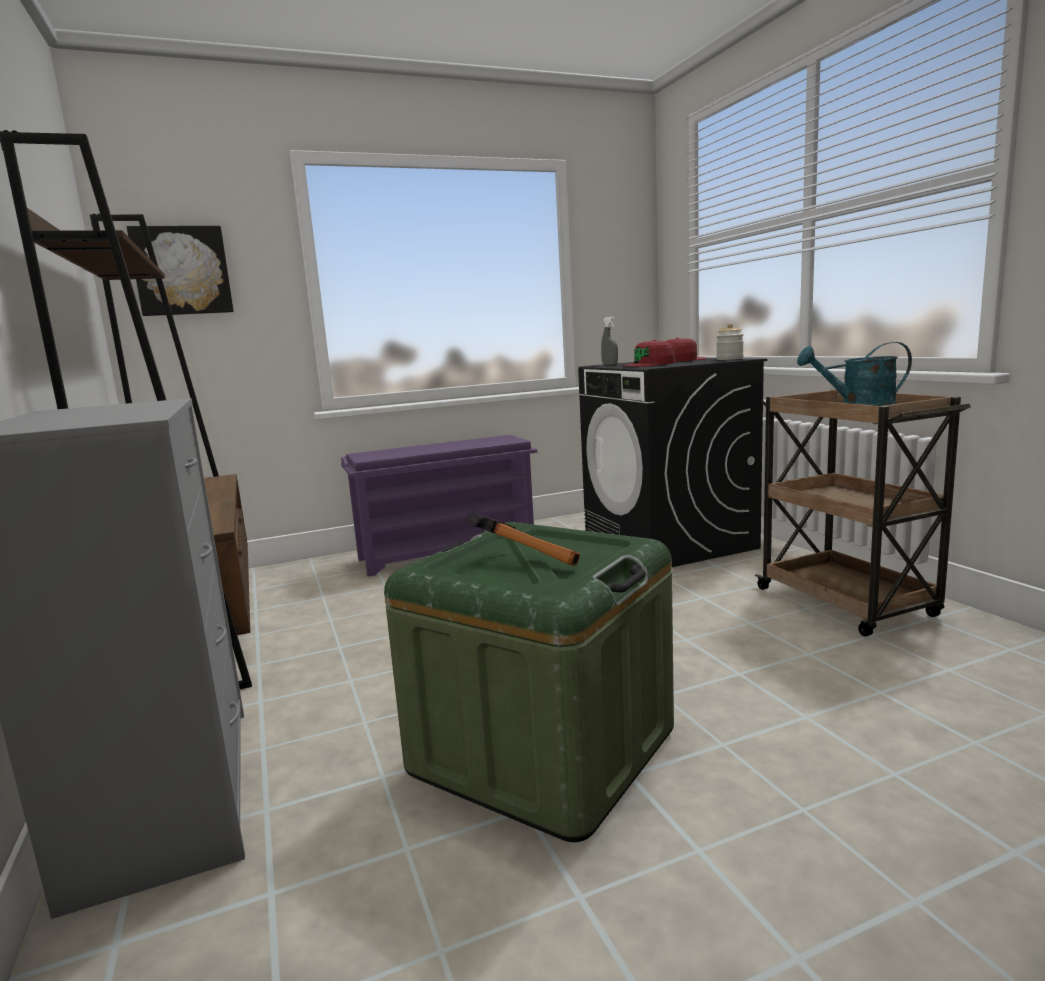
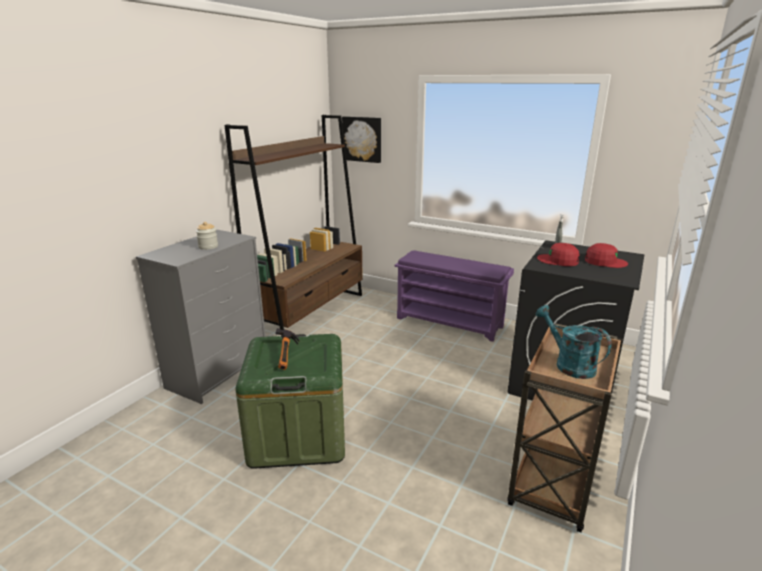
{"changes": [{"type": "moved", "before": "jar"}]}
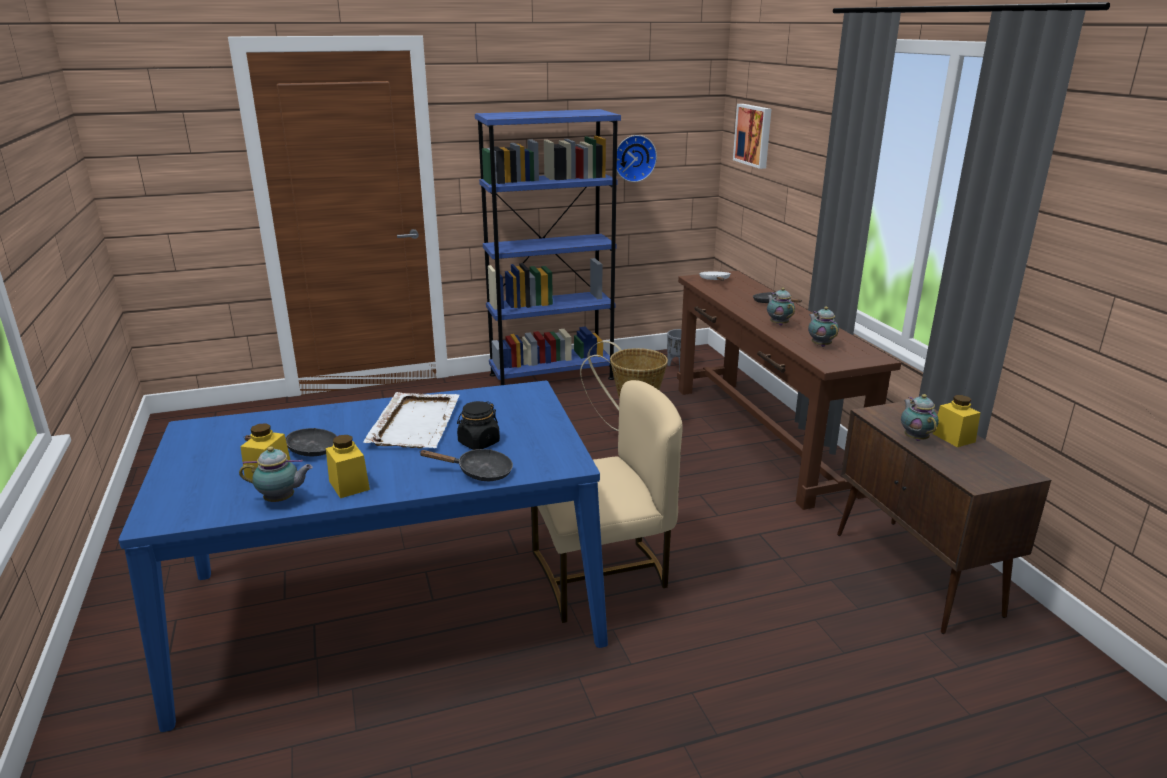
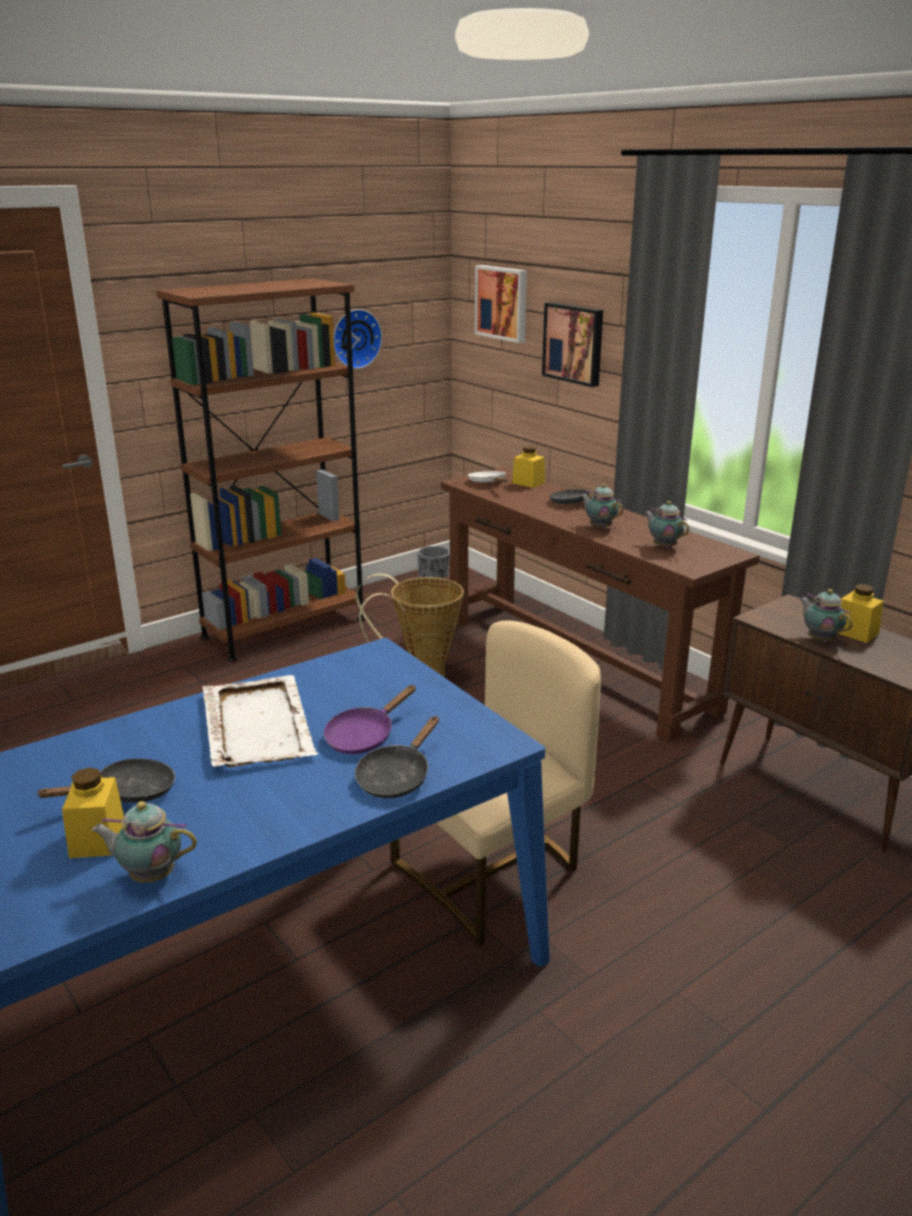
{"changes": [{"type": "recoloured", "before": "blue bookcase", "after": "brown bookcase"}, {"type": "replaced", "before": "black jar", "after": "purple frying pan"}, {"type": "moved", "before": "yellow jar (2nd from left)"}, {"type": "turned", "before": "teapot (1st from left)", "turn": -150}, {"type": "turned", "before": "black frying pan (2nd from left)", "turn": 135}, {"type": "added", "after": "picture (2nd from left)"}]}
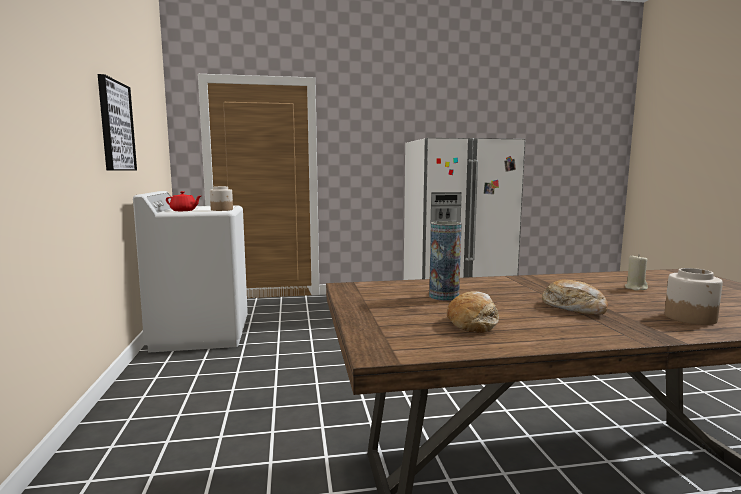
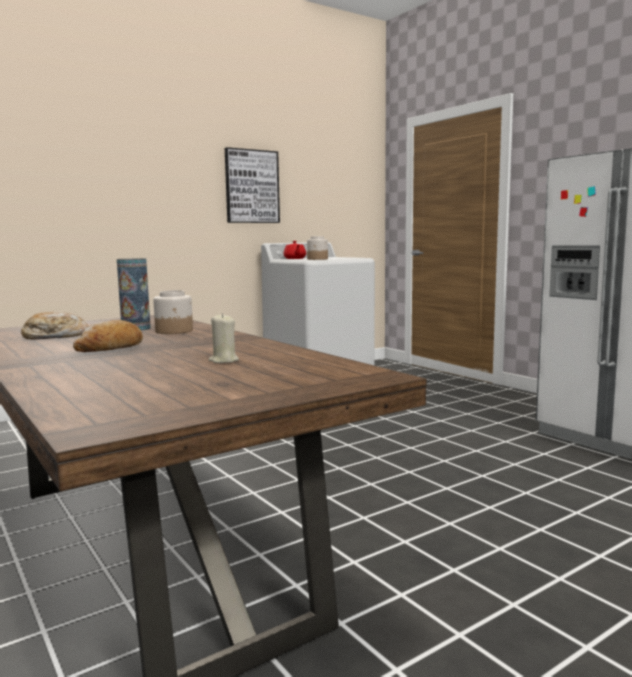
{"changes": [{"type": "moved", "before": "jar (2nd from left in the first image)", "after": "jar (1st from left)"}]}
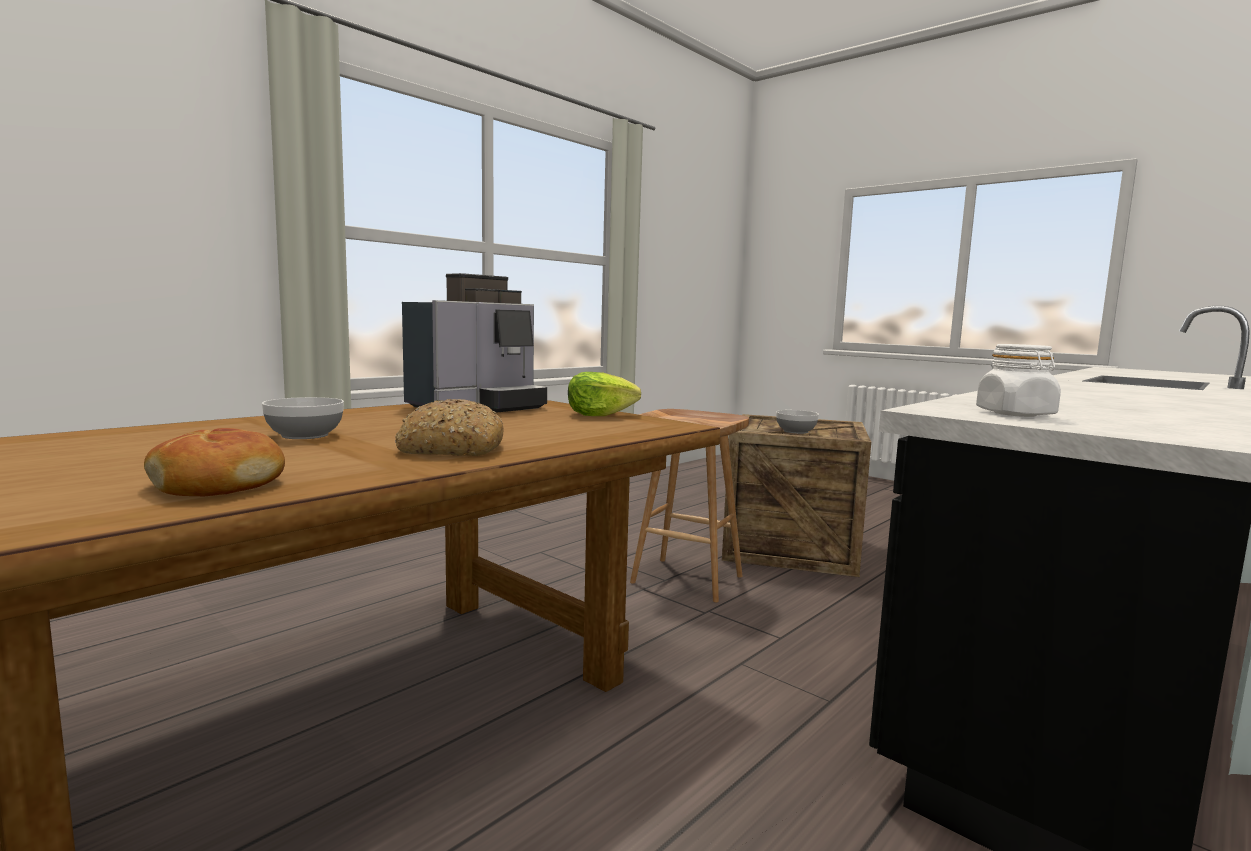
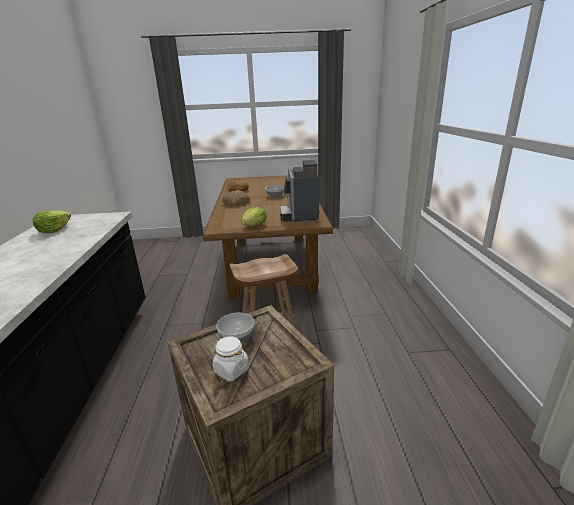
{"changes": [{"type": "moved", "before": "white jar"}, {"type": "added", "after": "lettuce (1st from left)"}]}
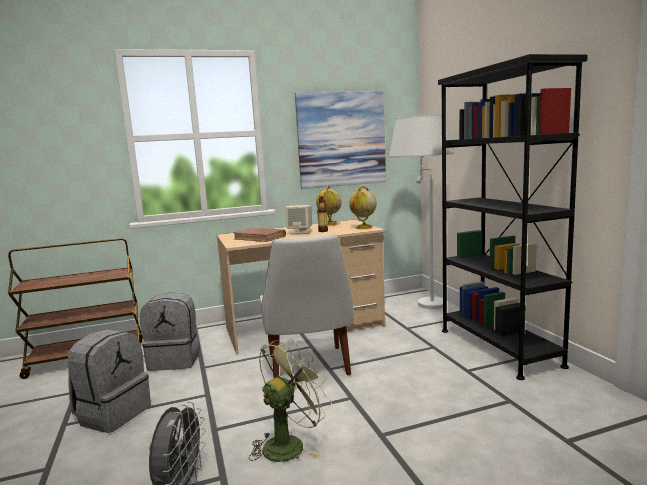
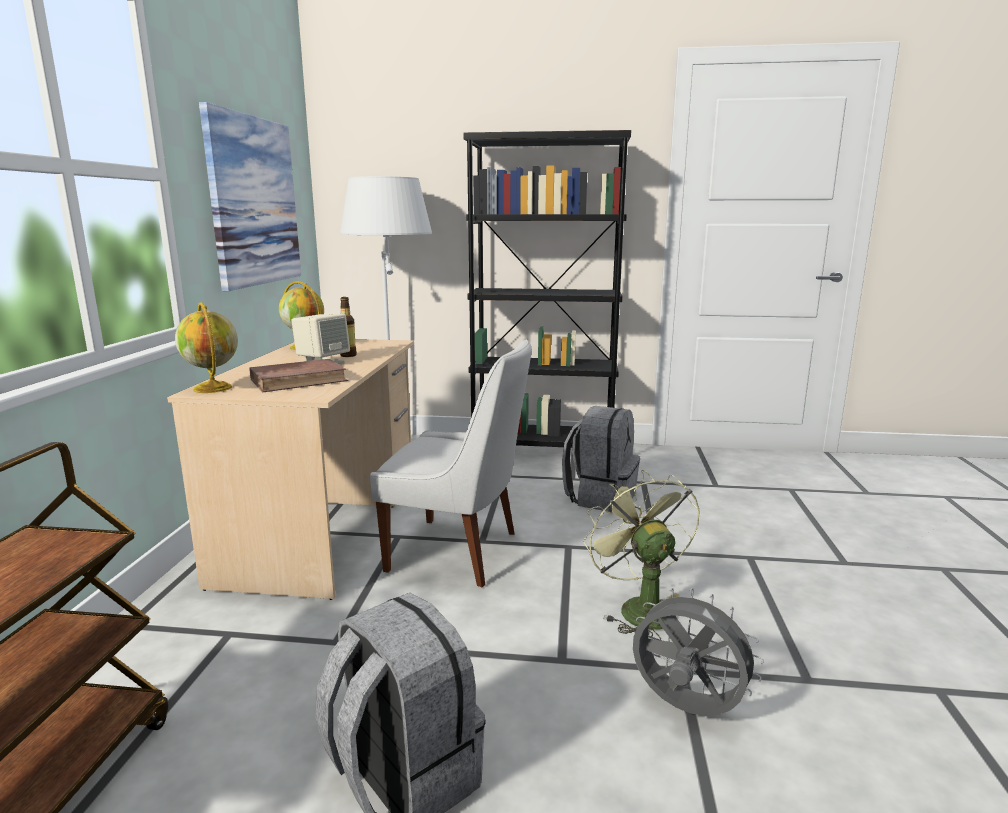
{"changes": [{"type": "moved", "before": "globe (2nd from left in the first image)", "after": "globe (1st from left)"}, {"type": "moved", "before": "grey backpack (2nd from left)"}]}
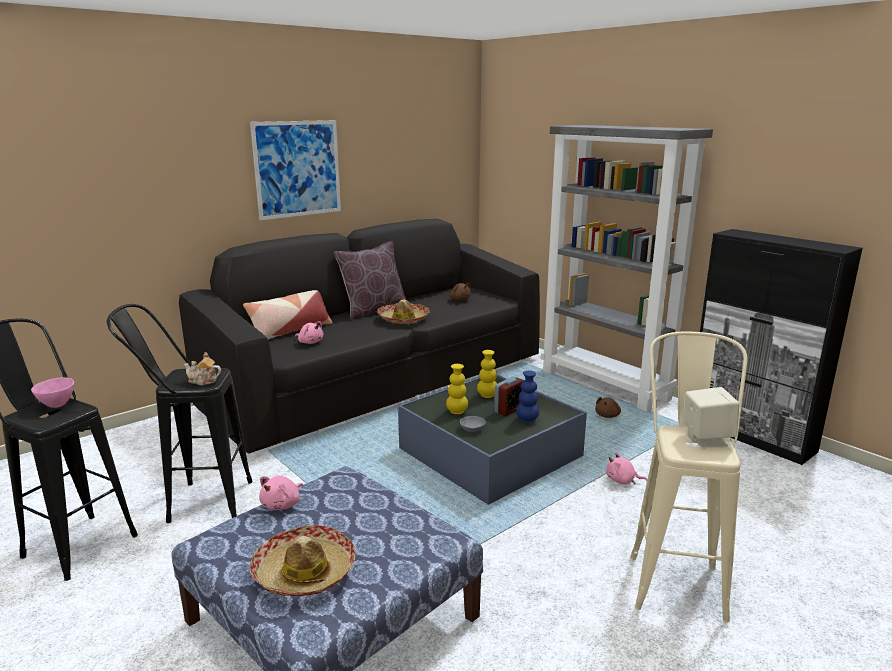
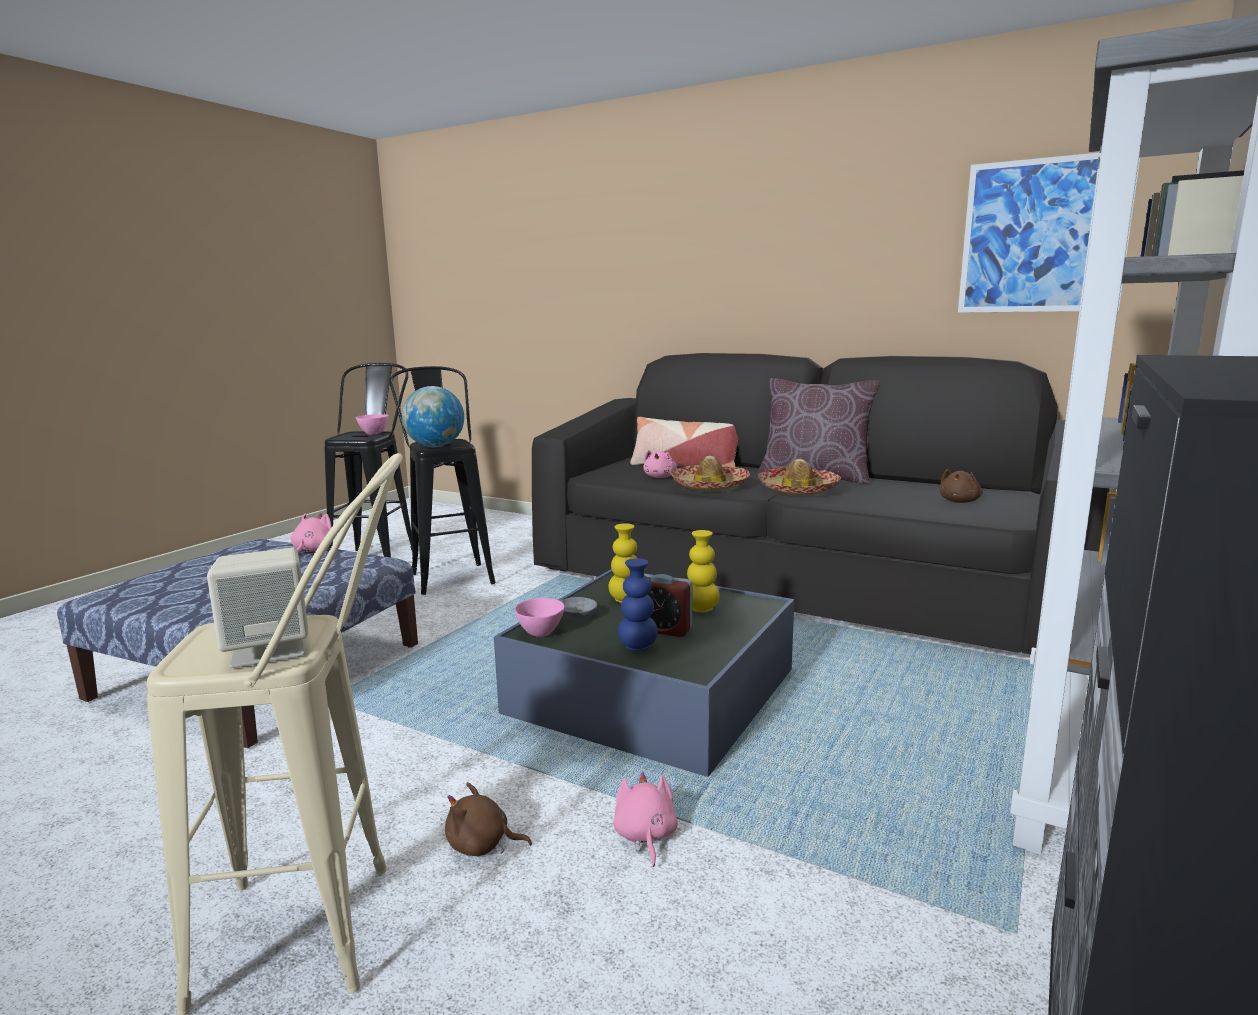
{"changes": [{"type": "moved", "before": "picture"}, {"type": "replaced", "before": "teapot", "after": "globe"}, {"type": "moved", "before": "brown plush toy (2nd from left in the first image)", "after": "brown plush toy (1st from left)"}, {"type": "turned", "before": "pink plush toy (1st from left)", "turn": 90}, {"type": "moved", "before": "hat (1st from left)"}, {"type": "added", "after": "pink bowl (2nd from left)"}]}
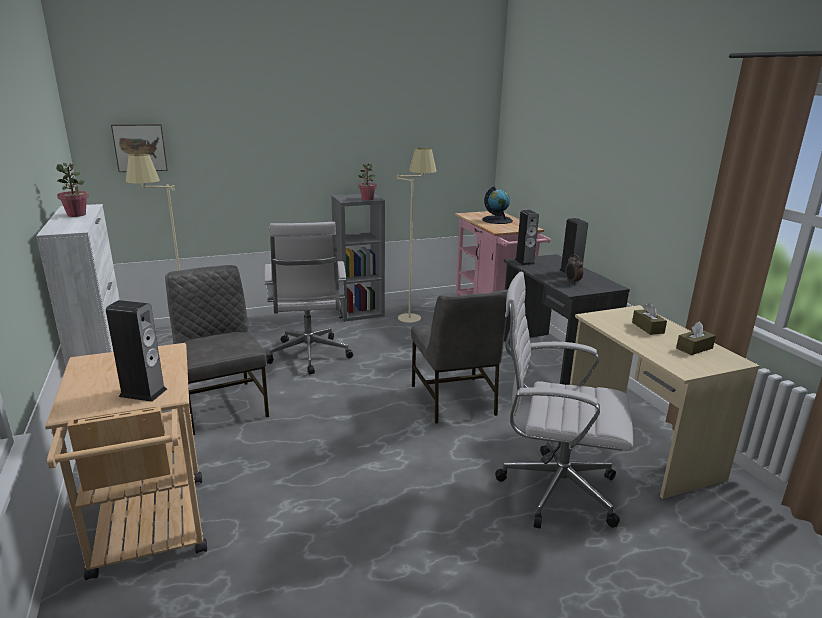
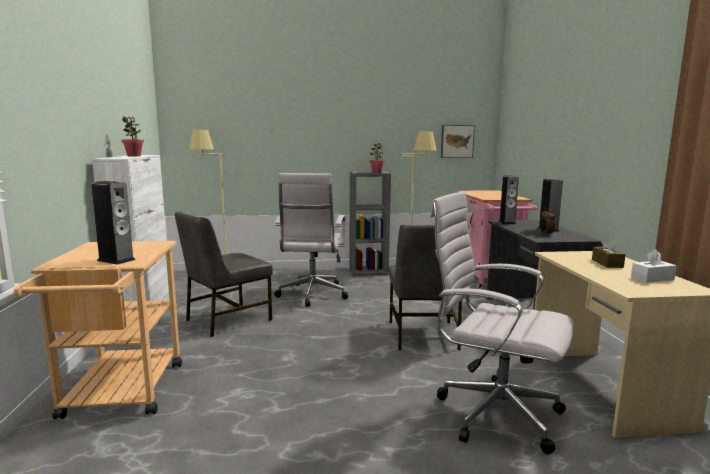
{"changes": [{"type": "moved", "before": "picture"}, {"type": "removed", "before": "globe"}, {"type": "turned", "before": "grey chair (1st from left)", "turn": -120}, {"type": "recoloured", "before": "brown tissue box (2nd from left)", "after": "white tissue box"}]}
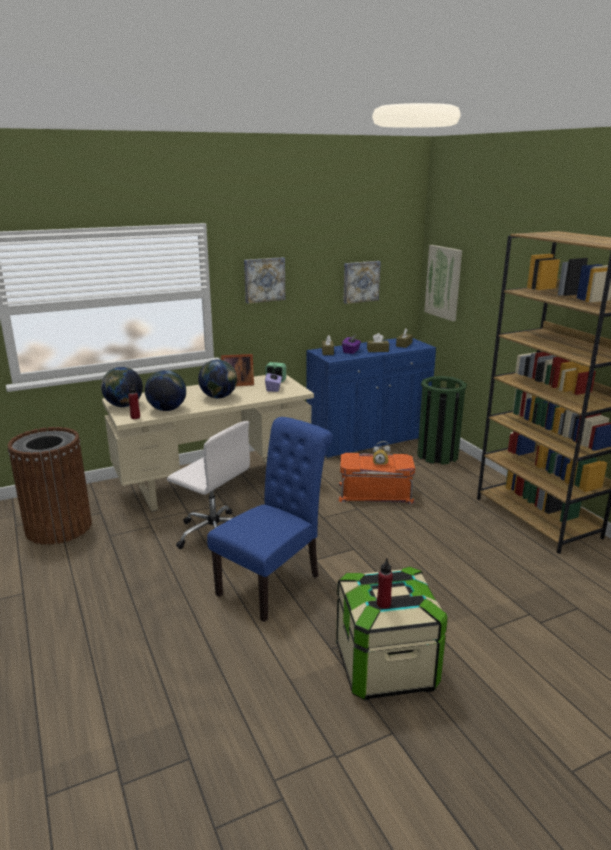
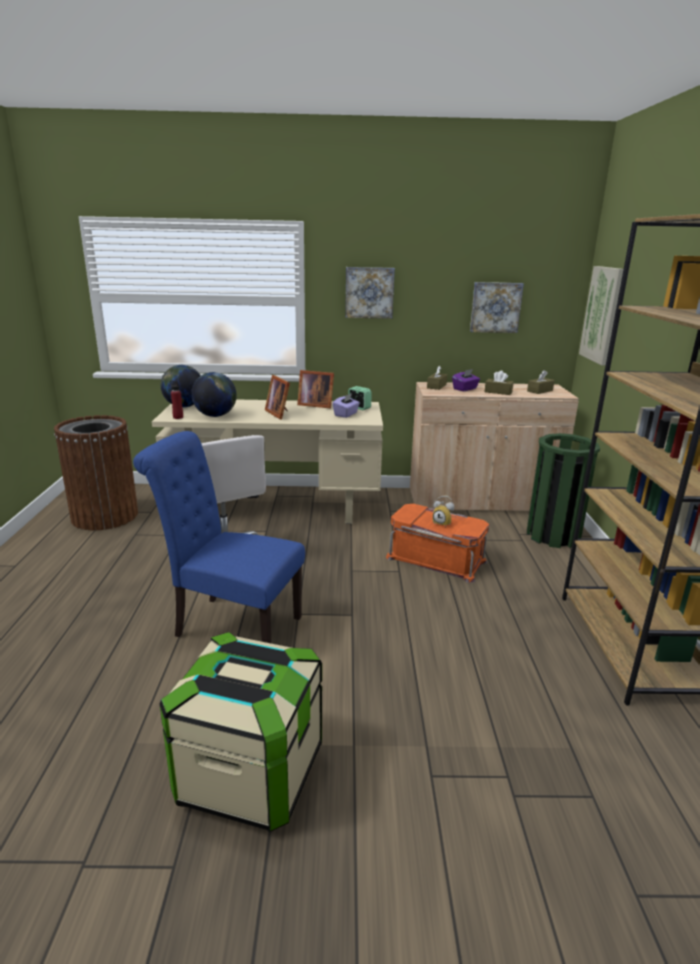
{"changes": [{"type": "recoloured", "before": "blue cabinet", "after": "beige cabinet"}, {"type": "replaced", "before": "globe (3rd from left)", "after": "picture frame (1st from left)"}, {"type": "turned", "before": "blue chair", "turn": -135}, {"type": "removed", "before": "red bottle (2nd from left)"}]}
